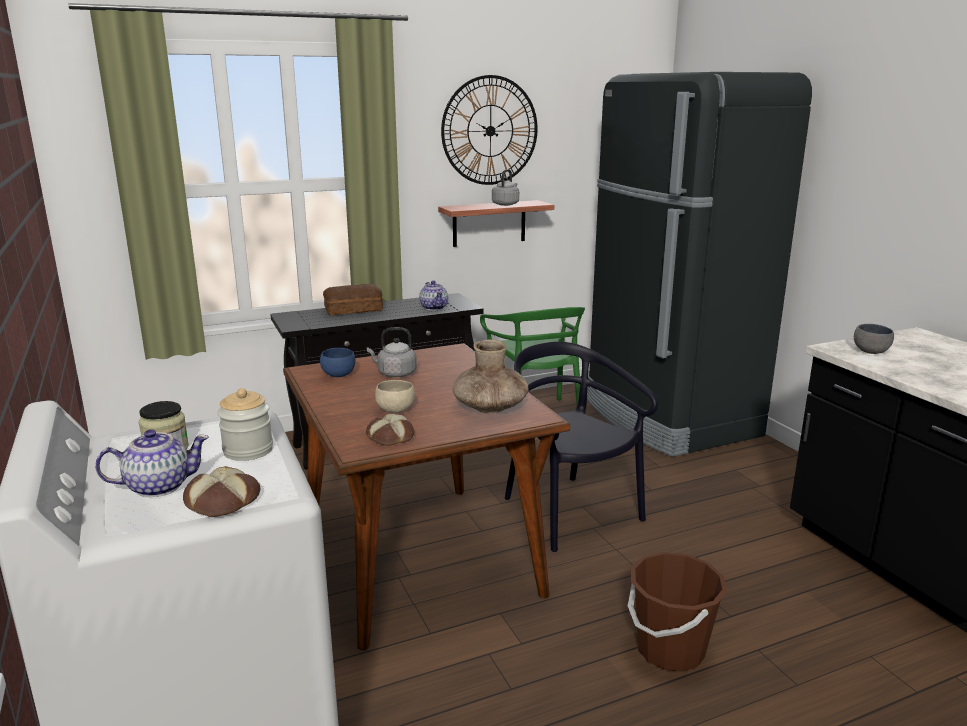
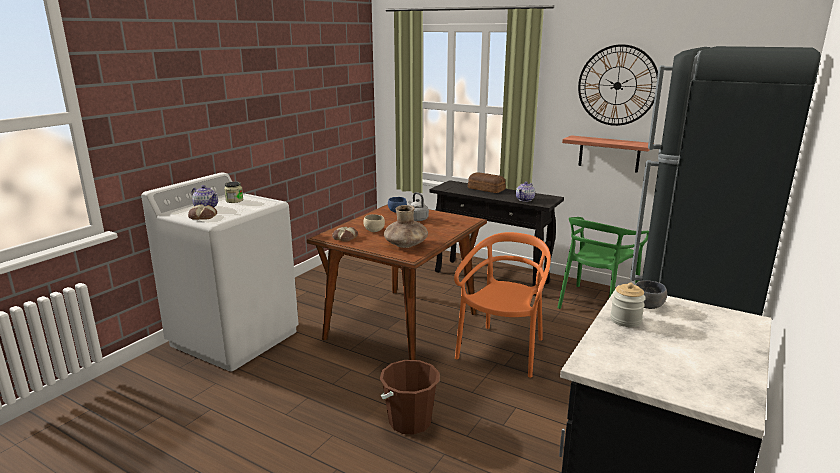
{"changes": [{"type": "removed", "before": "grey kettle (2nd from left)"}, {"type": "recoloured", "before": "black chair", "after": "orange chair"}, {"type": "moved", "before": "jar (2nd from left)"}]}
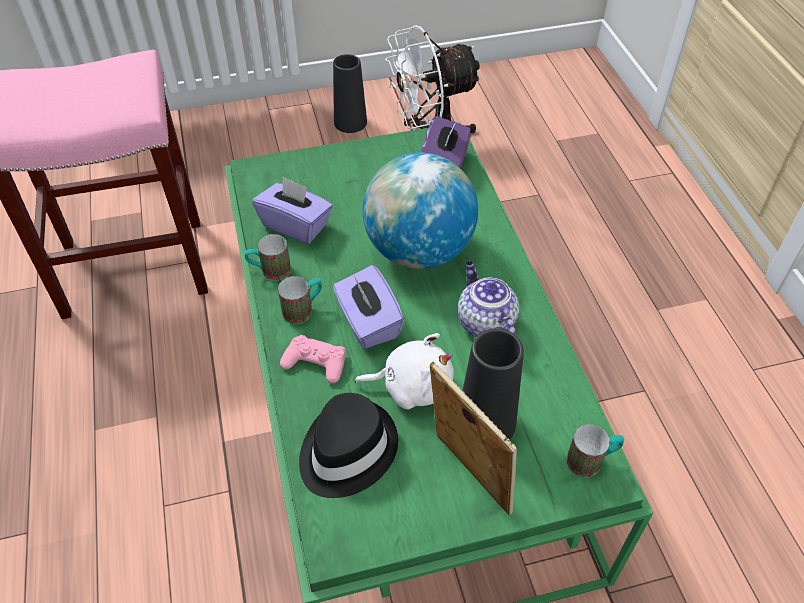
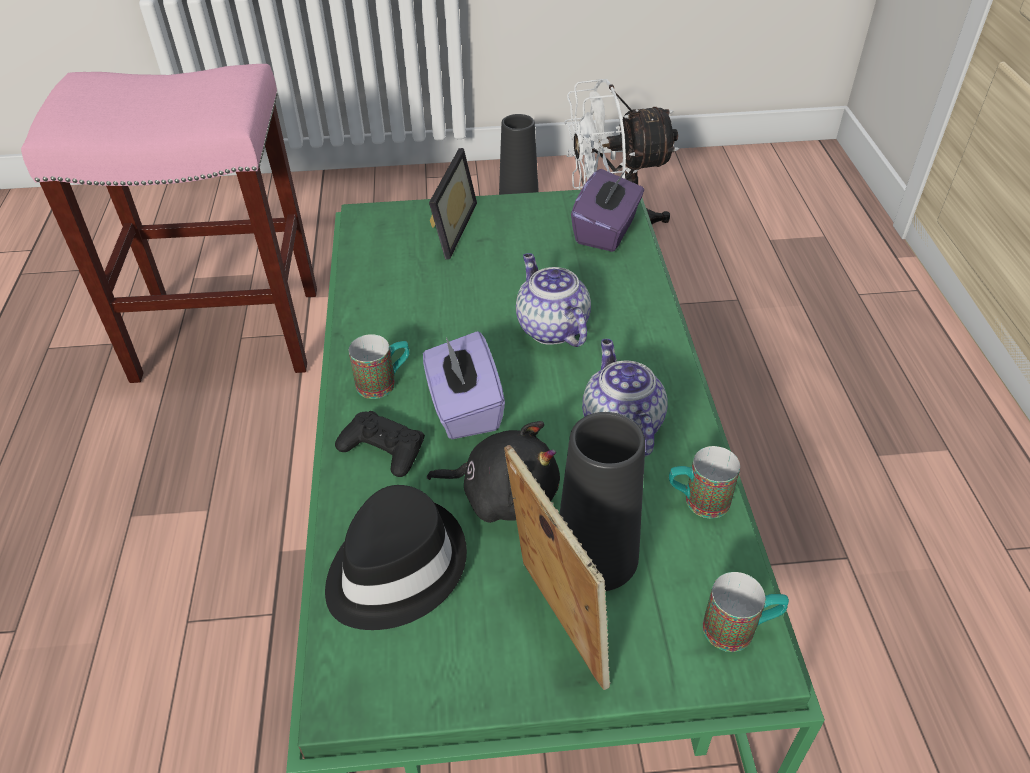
{"changes": [{"type": "replaced", "before": "globe", "after": "teapot (1st from left)"}, {"type": "removed", "before": "purple tissue box (1st from left)"}, {"type": "moved", "before": "mug (1st from left in the first image)", "after": "mug (2nd from left)"}, {"type": "recoloured", "before": "white plush toy", "after": "black plush toy"}, {"type": "recoloured", "before": "pink game controller", "after": "black game controller"}, {"type": "added", "after": "picture frame (1st from left)"}]}
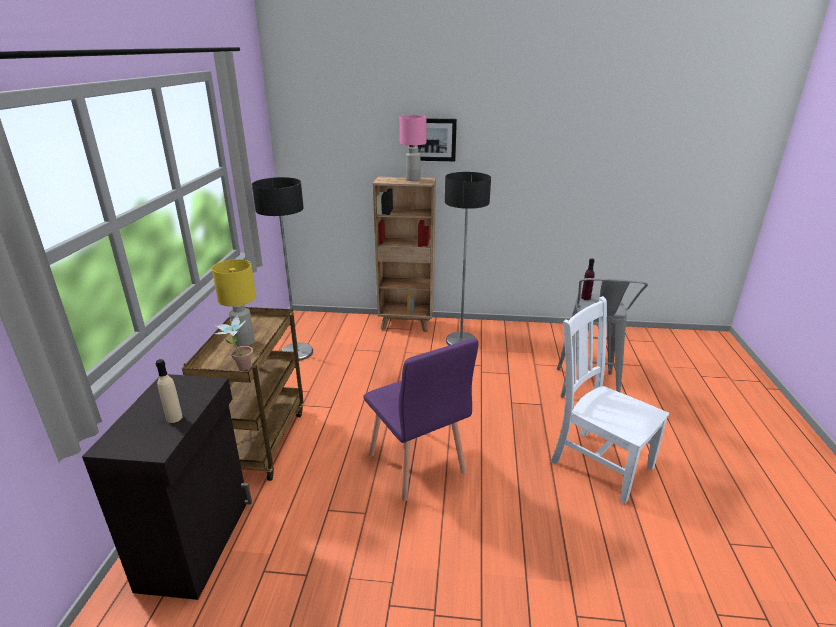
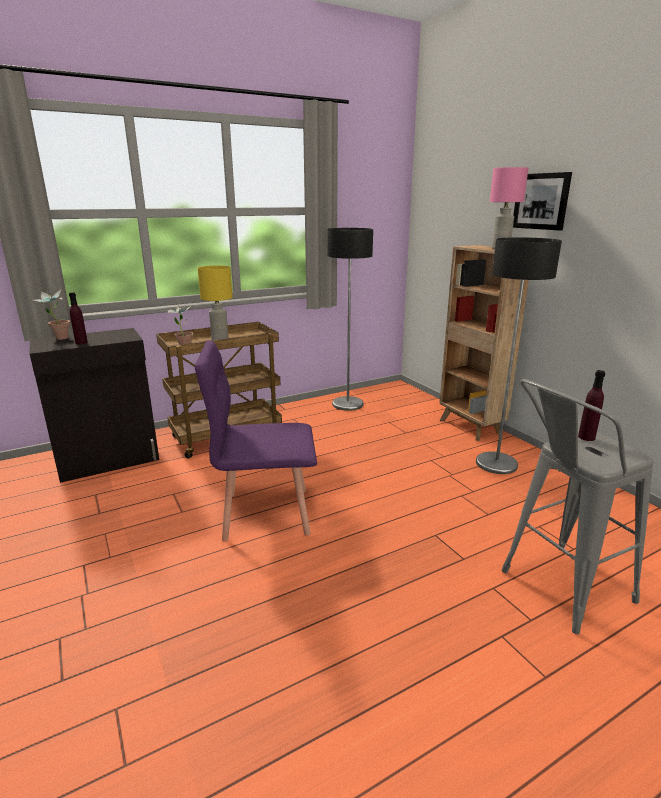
{"changes": [{"type": "removed", "before": "white chair"}, {"type": "turned", "before": "purple chair", "turn": 60}, {"type": "recoloured", "before": "beige bottle", "after": "purple bottle (1st from left)"}, {"type": "added", "after": "potted plant (1st from left)"}]}
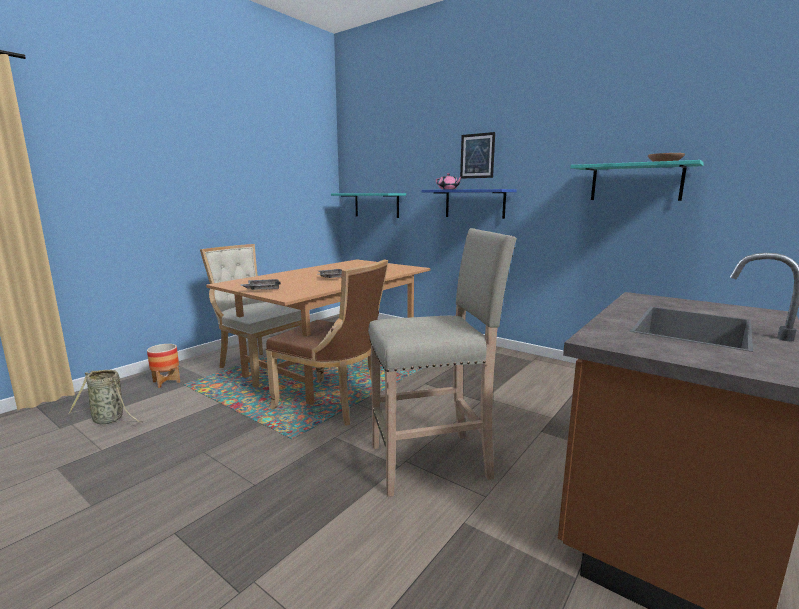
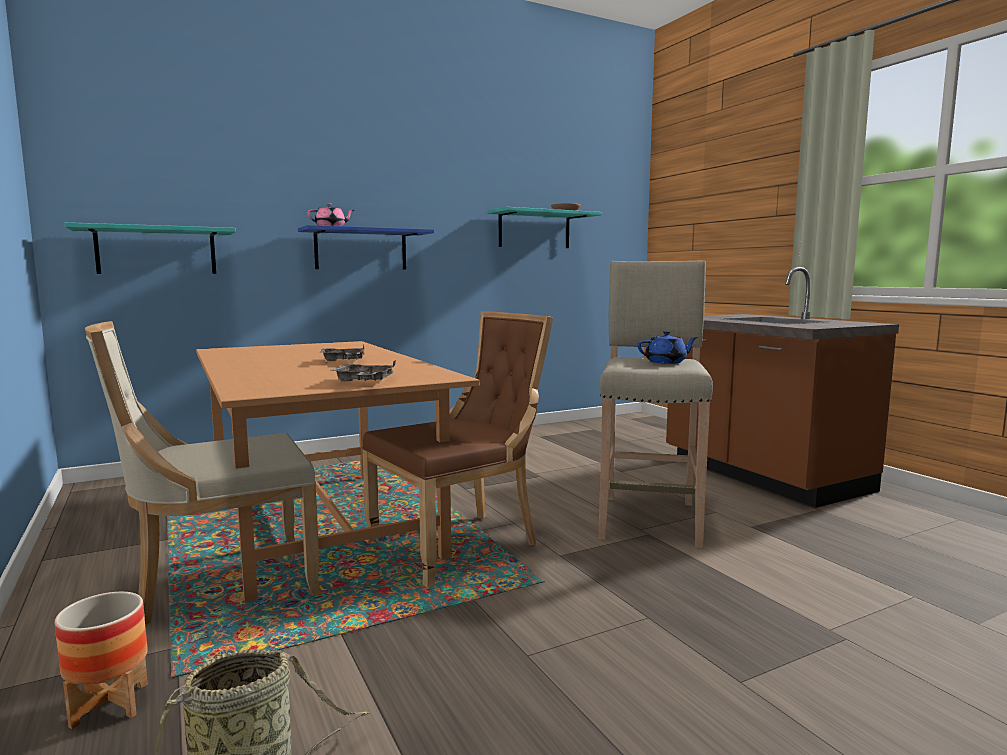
{"changes": [{"type": "removed", "before": "picture"}, {"type": "added", "after": "blue teapot"}]}
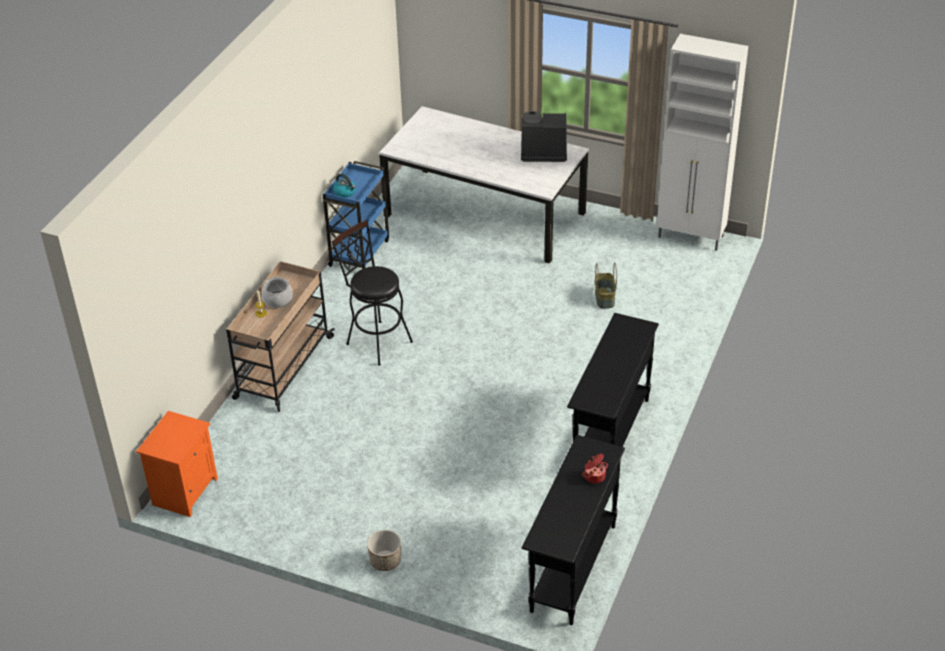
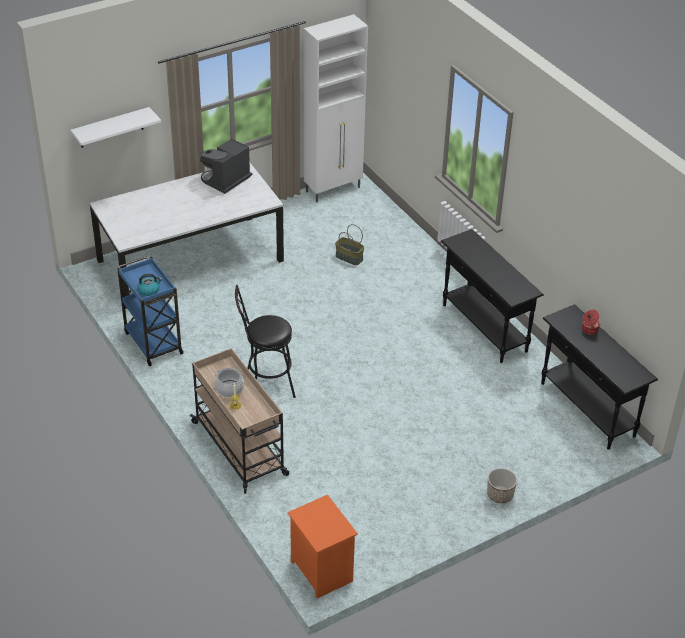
{"changes": [{"type": "added", "after": "white shelf"}]}
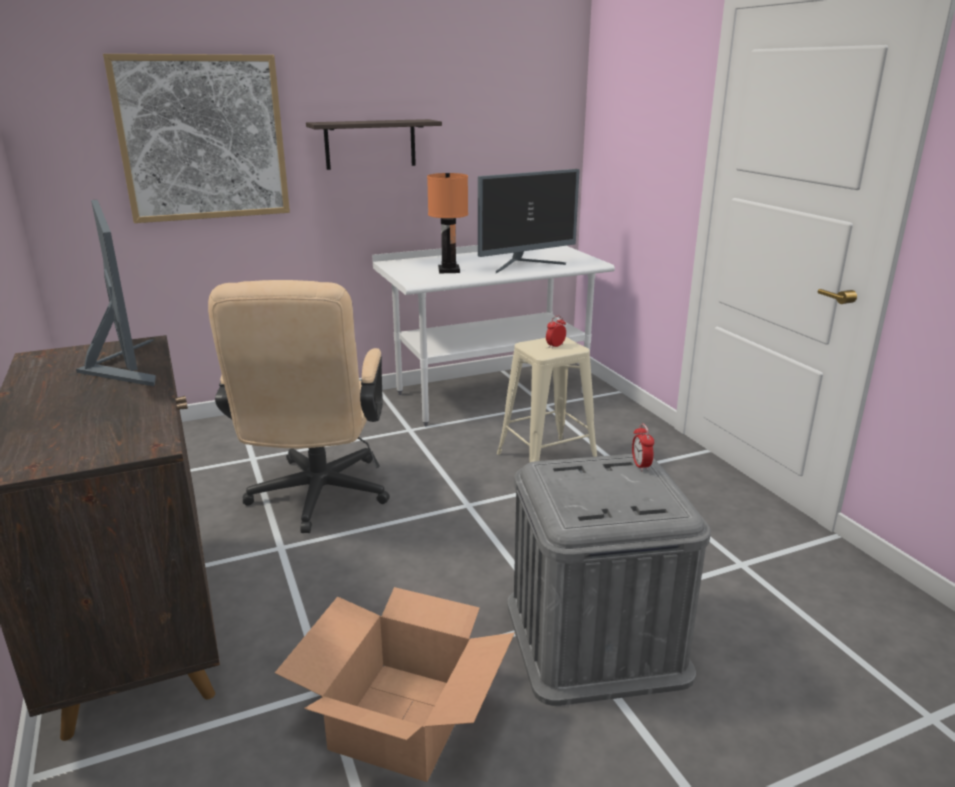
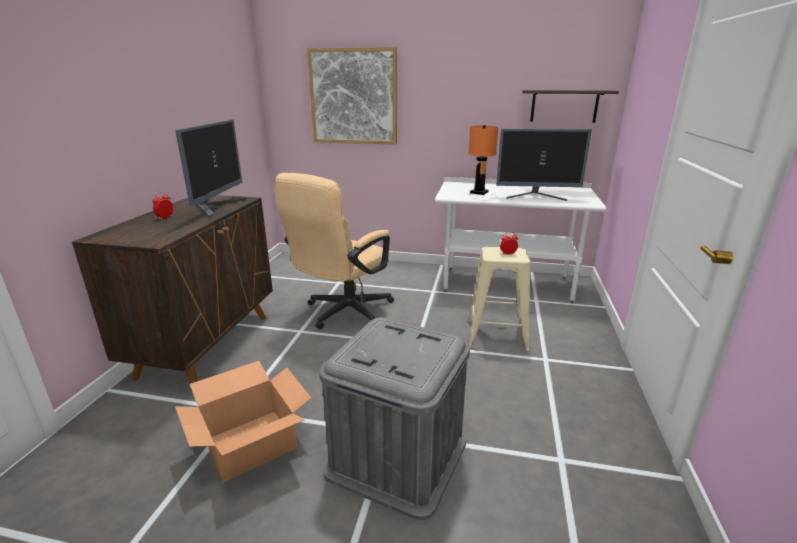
{"changes": [{"type": "moved", "before": "shelf"}, {"type": "moved", "before": "alarm clock (2nd from left in the first image)", "after": "alarm clock (1st from left)"}]}
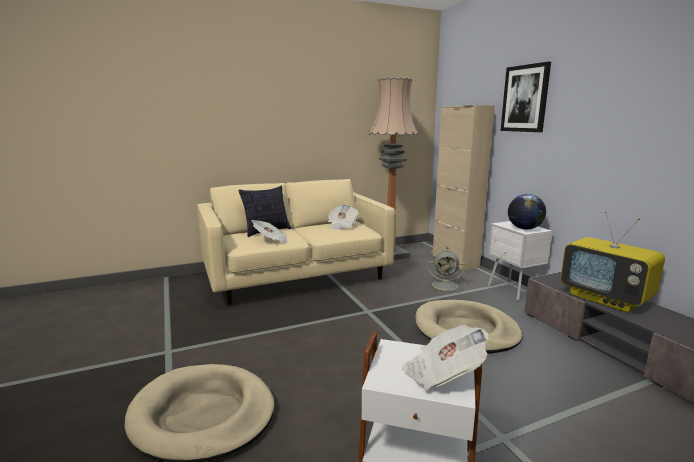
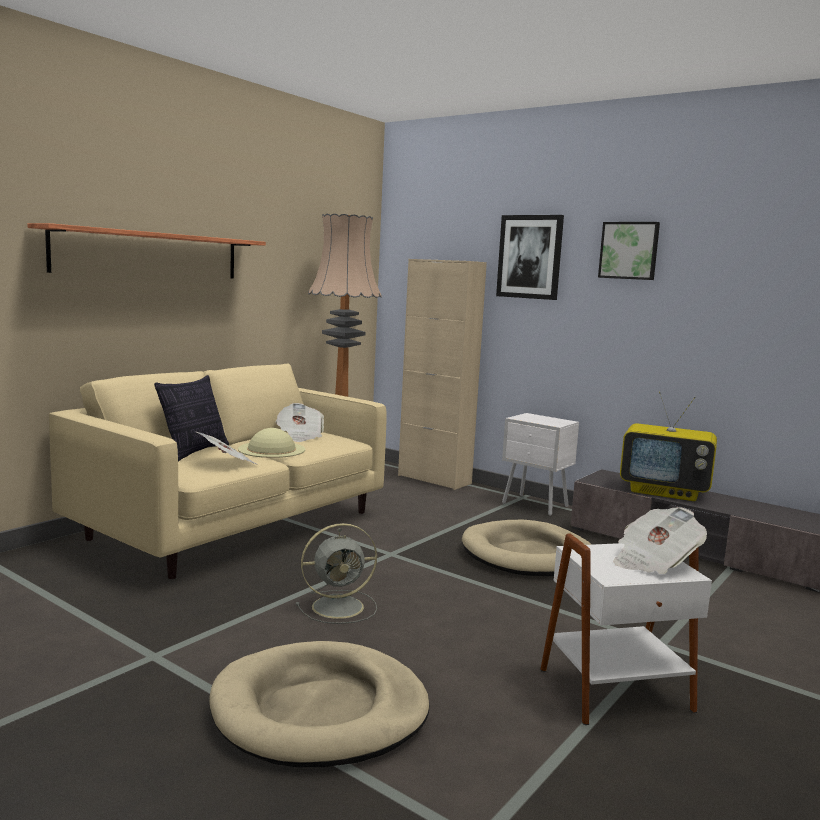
{"changes": [{"type": "removed", "before": "globe"}, {"type": "moved", "before": "grey fan"}, {"type": "added", "after": "picture (2nd from left)"}, {"type": "added", "after": "shelf"}, {"type": "added", "after": "beige hat"}]}
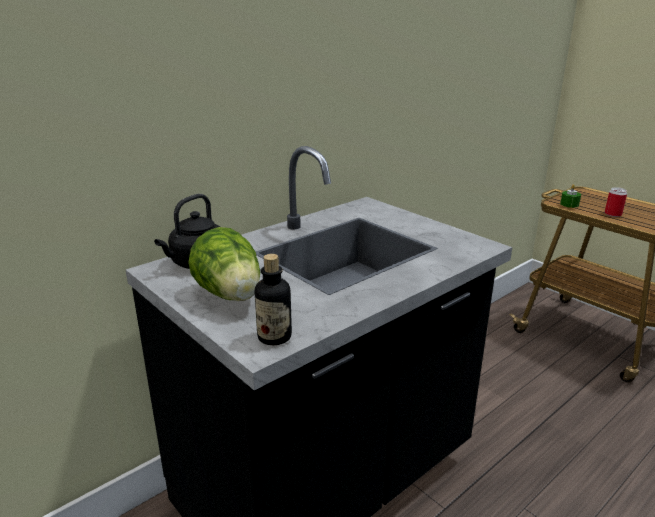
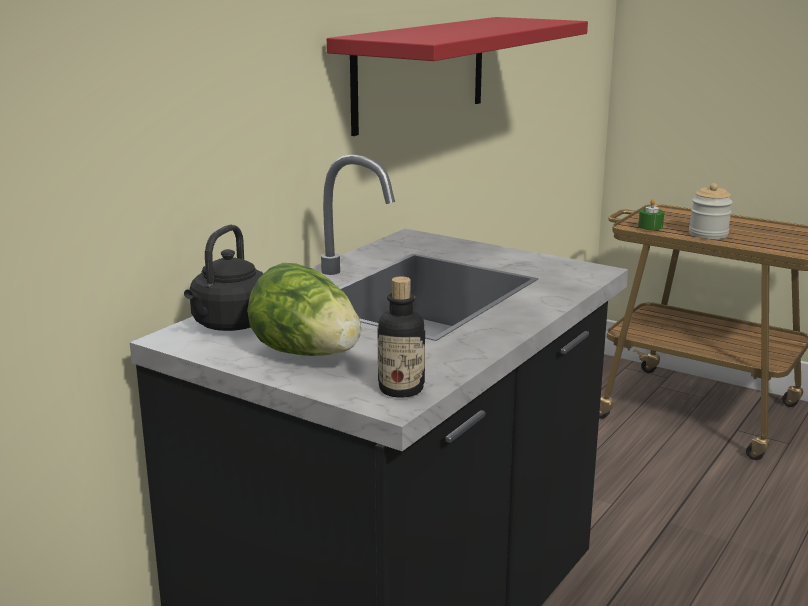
{"changes": [{"type": "replaced", "before": "can", "after": "jar"}, {"type": "added", "after": "red shelf"}]}
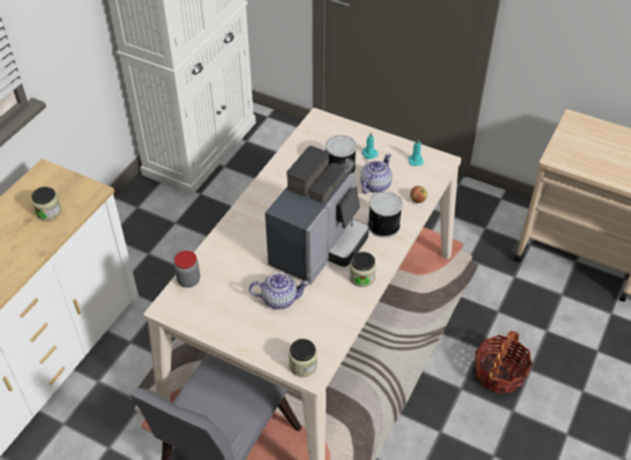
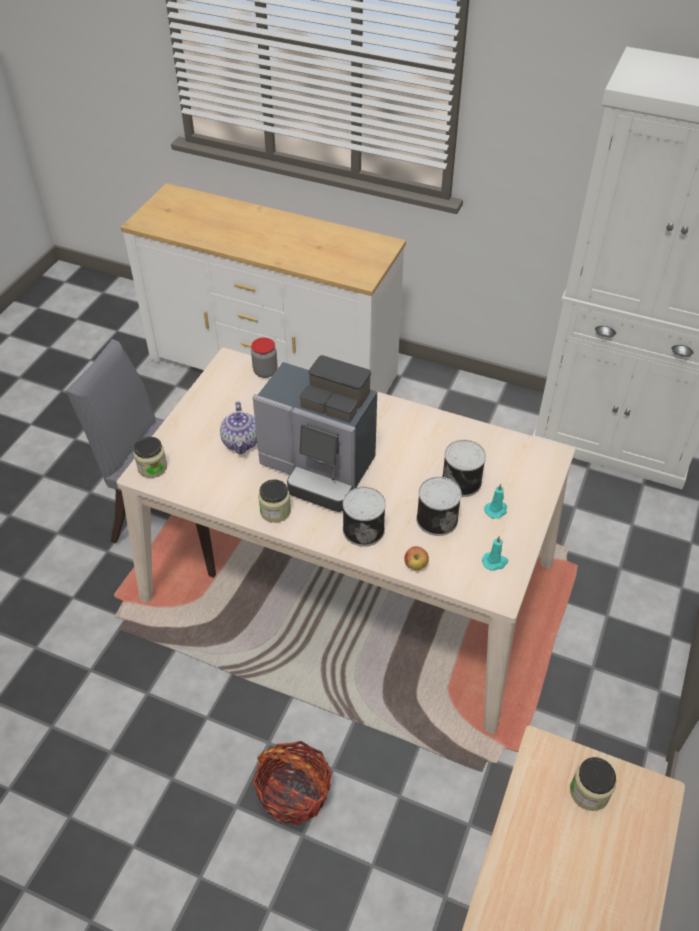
{"changes": [{"type": "replaced", "before": "teapot (2nd from left)", "after": "can (2nd from left)"}, {"type": "moved", "before": "jar (1st from left in the first image)", "after": "jar (4th from left)"}]}
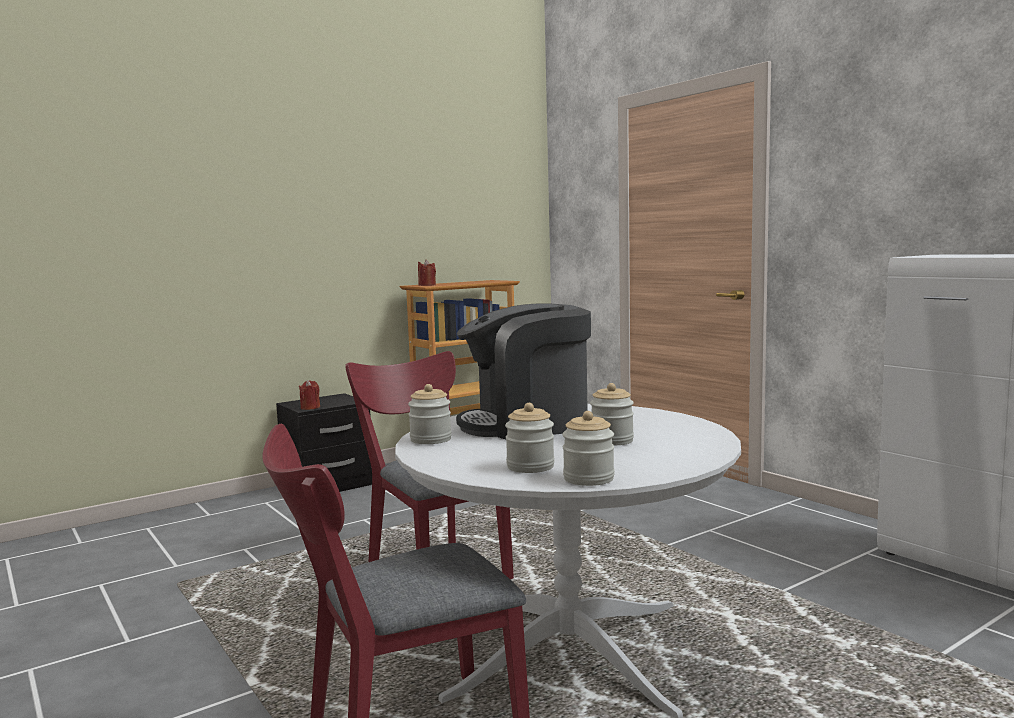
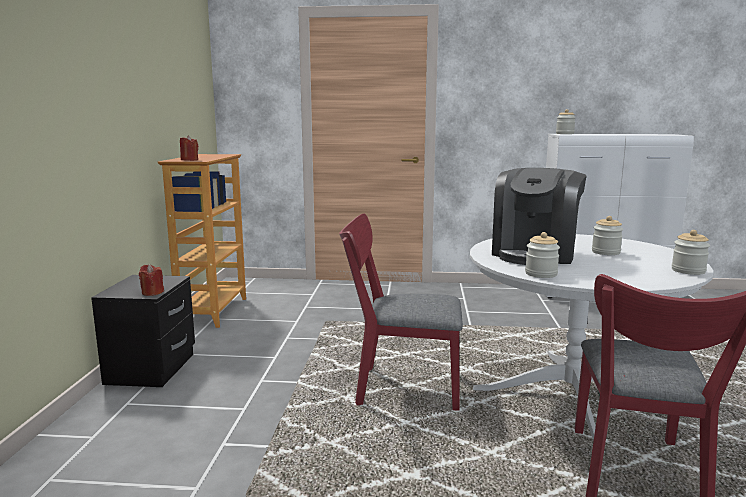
{"changes": [{"type": "moved", "before": "jar (2nd from left)"}]}
